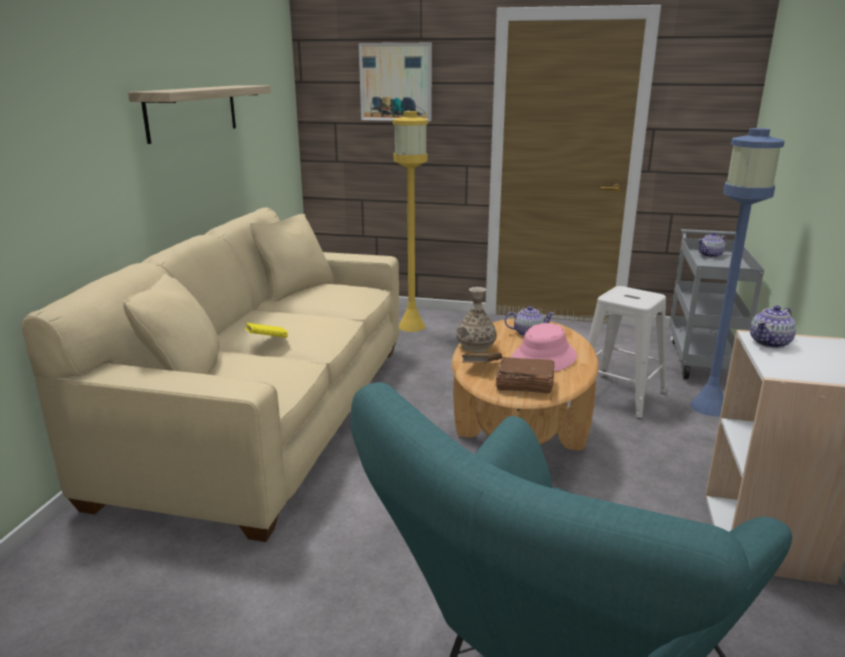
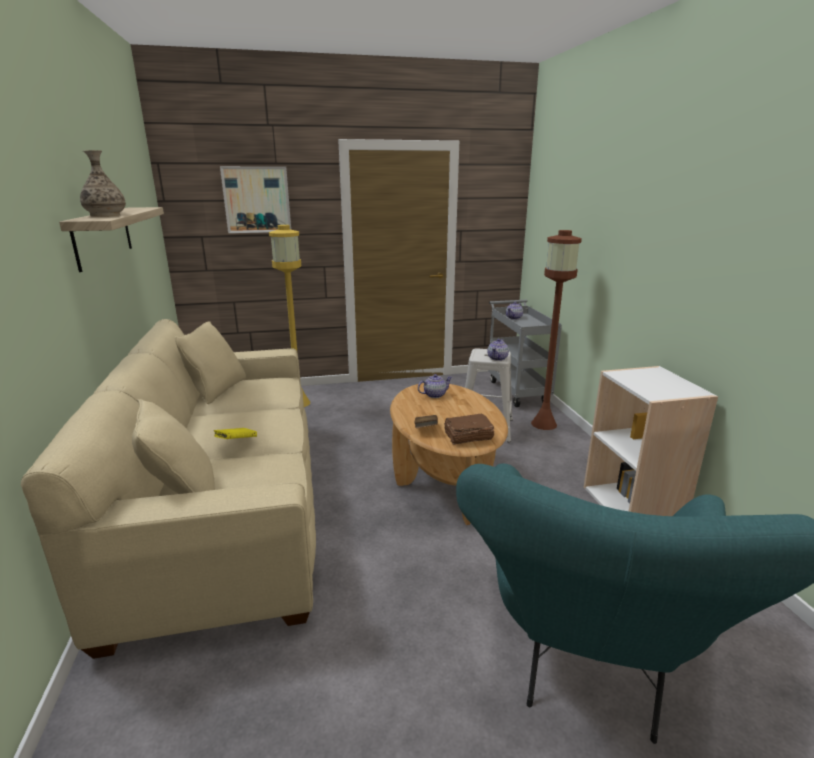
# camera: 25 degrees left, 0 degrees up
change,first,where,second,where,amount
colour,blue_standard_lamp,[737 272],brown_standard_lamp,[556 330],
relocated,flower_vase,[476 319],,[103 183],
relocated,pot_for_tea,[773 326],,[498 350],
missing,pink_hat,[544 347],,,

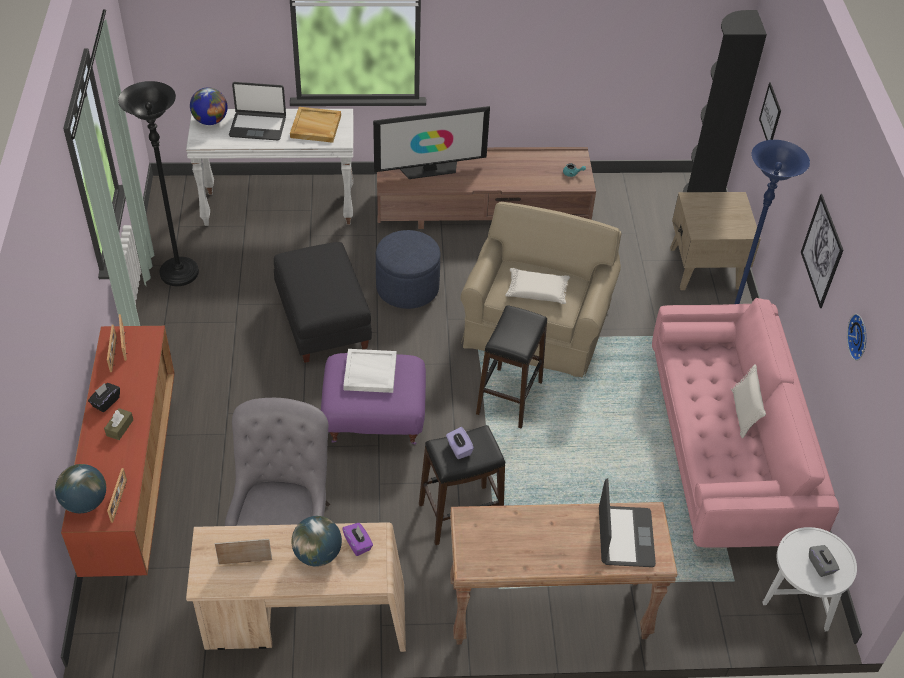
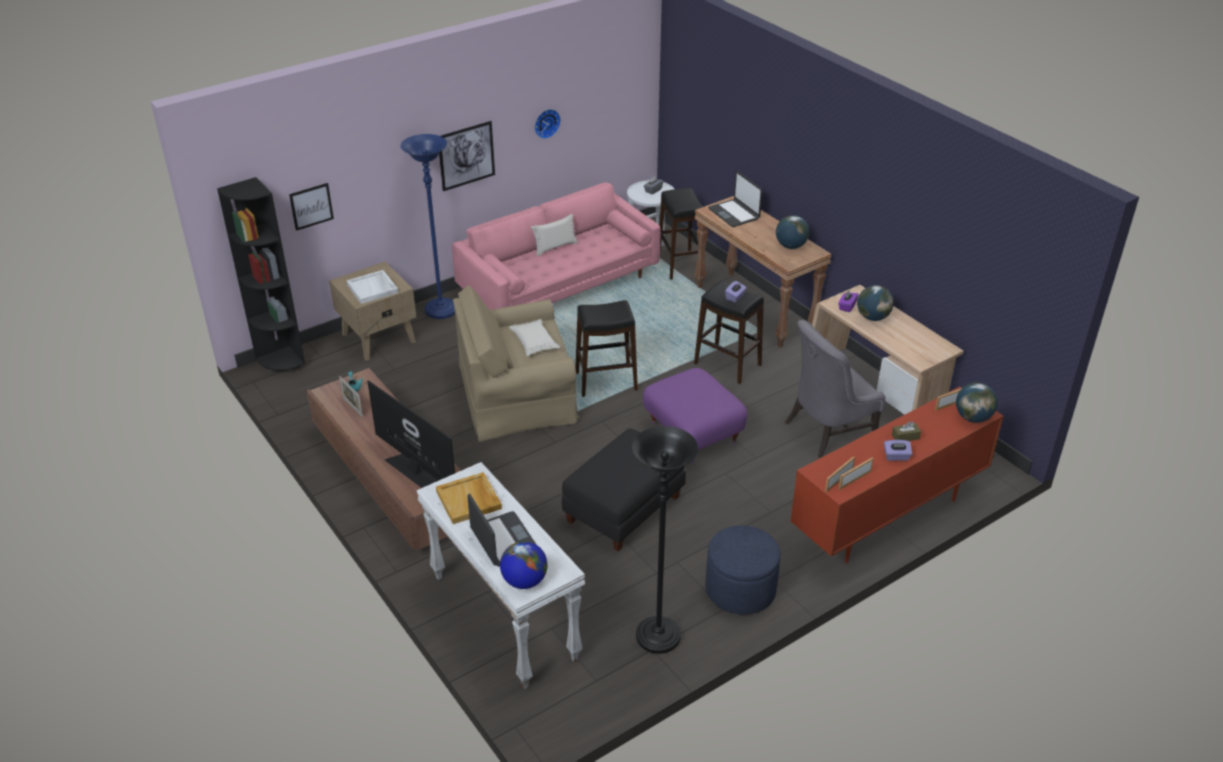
# camera: 120 degrees left, 10 degrees down
change,first,where,second,where,amount
relocated,blue_ottoman,[408 269],,[743 570],
relocated,white_carrying_tray,[370 371],,[372 287],
colour,black_box_of_tissues,[104 397],purple_box_of_tissues,[898 450],
spun,laptop,[627 522],,[735 199],90 degrees counterclockwise
relocated,standing_frame,[243 552],,[351 396],
appeared,,,black_stool_seat,[681 234],
appeared,,,desk_globe,[792 232],

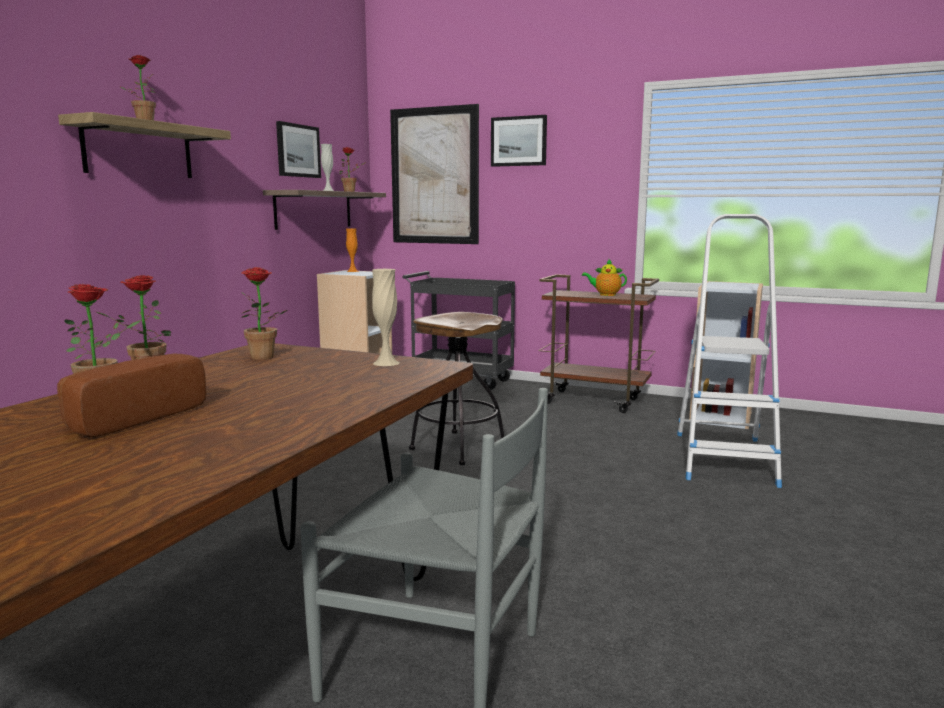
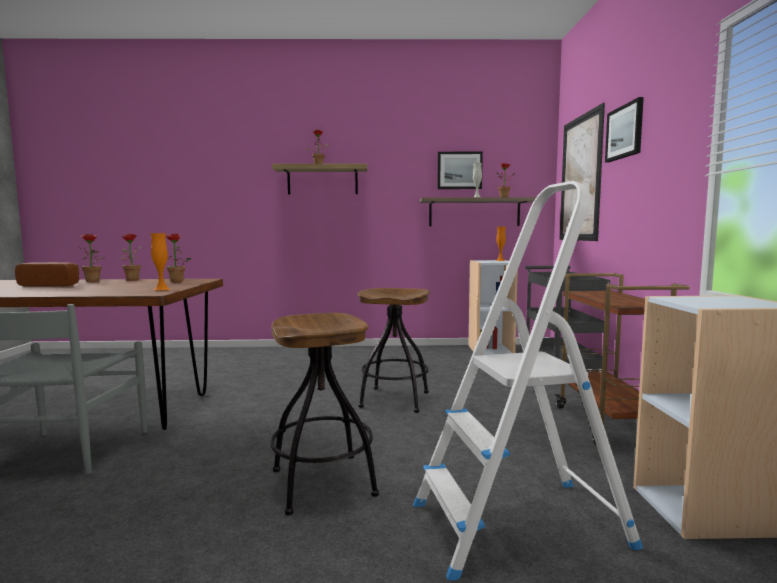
# camera: 65 degrees right, 5 degrees down
change,first,where,second,where,amount
missing,pot_for_tea,[604 277],,,
colour,beige_flower_vase,[386 317],orange_flower_vase,[160 261],
appeared,,,brown_stool_seat,[325 414],

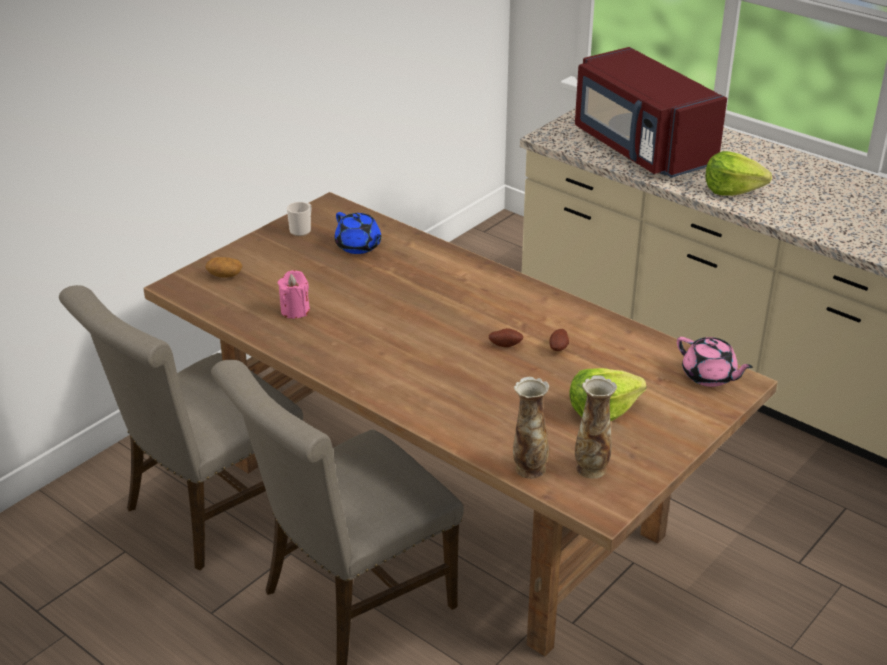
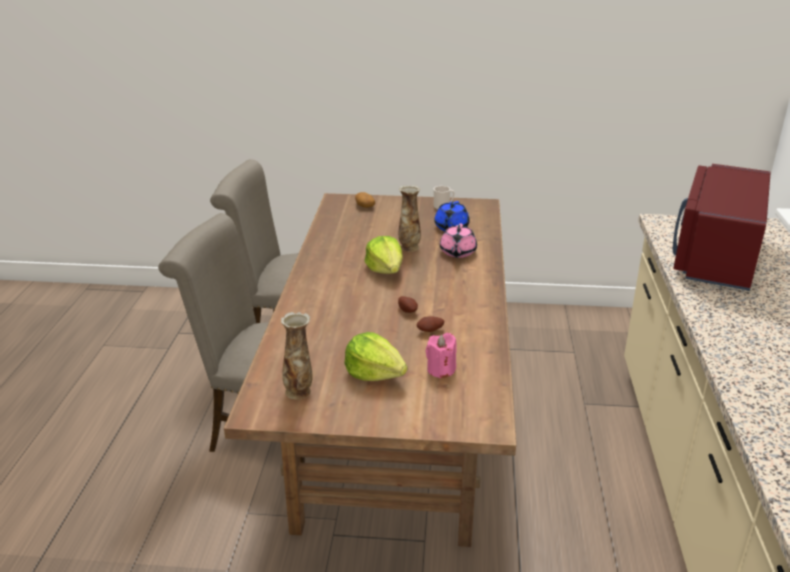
# camera: 55 degrees right, 5 degrees down
change,first,where,second,where,amount
relocated,head_of_lettuce,[739 173],,[384 255],
relocated,pink_candle,[294 294],,[441 355],
relocated,pink_pot_for_tea,[715 362],,[458 241],
relocated,flower_vase,[531 428],,[410 218],

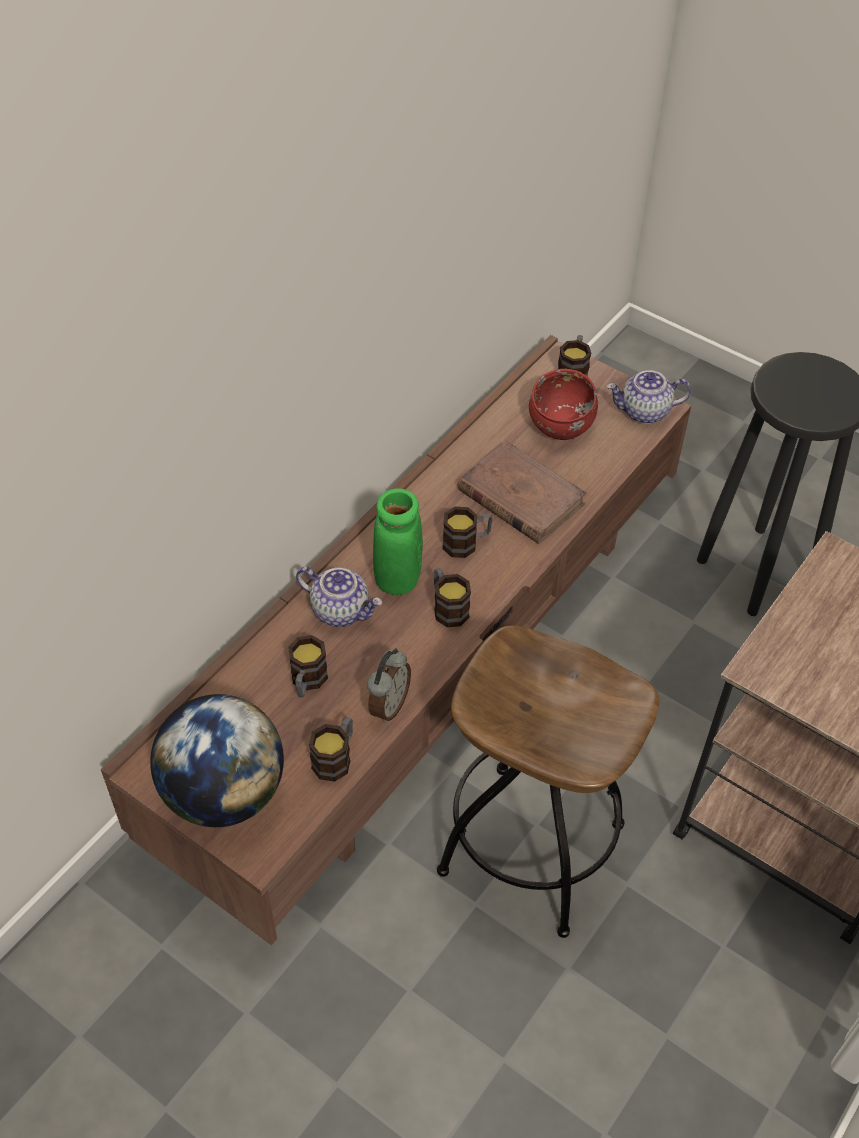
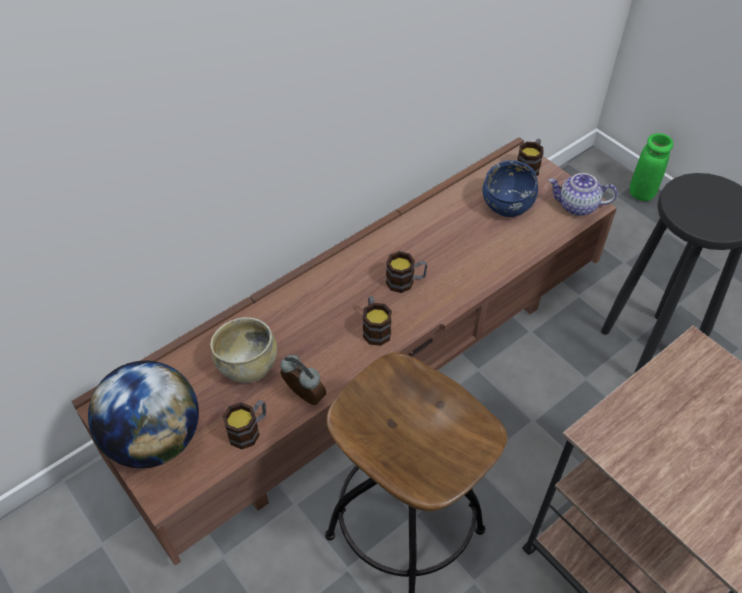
# camera: 15 degrees right, 0 degrees up
change,first,where,second,where,amount
colour,red-coloured_deep_dish,[563 404],blue_deep_dish,[510 188],
missing,brown_bound_book,[522 492],,,
relocated,green-coloured_flower_vase,[398 541],,[651 167],
missing,pot_for_tea,[339 597],,,
exchanged,mug,[308 666],beige_deep_dish,[243 350],
spun,table_clock,[389 685],,[303 380],90 degrees counterclockwise

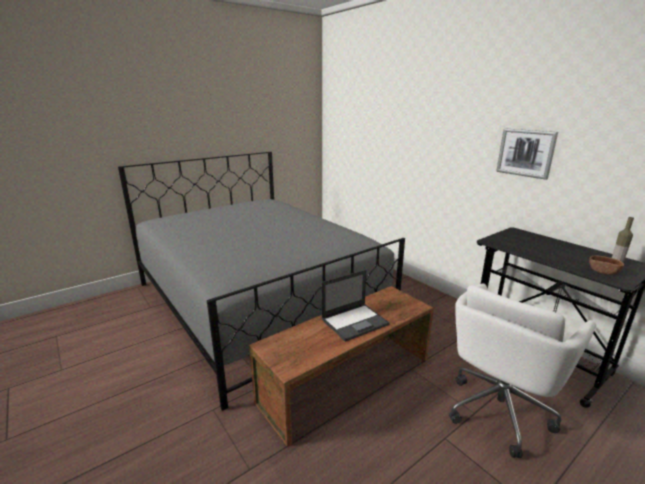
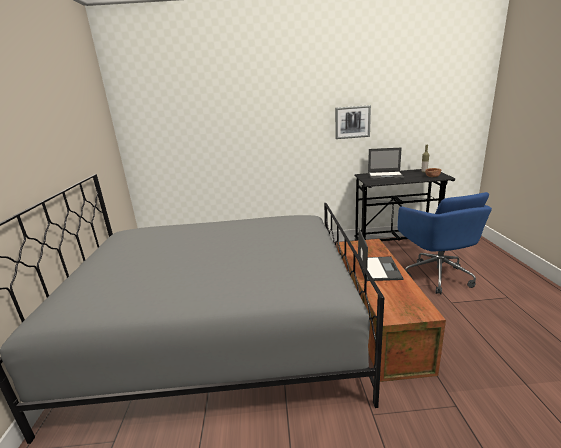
# camera: 55 degrees left, 0 degrees up
change,first,where,second,where,amount
colour,white_computer_chair,[522 370],blue_computer_chair,[444 243],
appeared,,,laptop,[386 163],

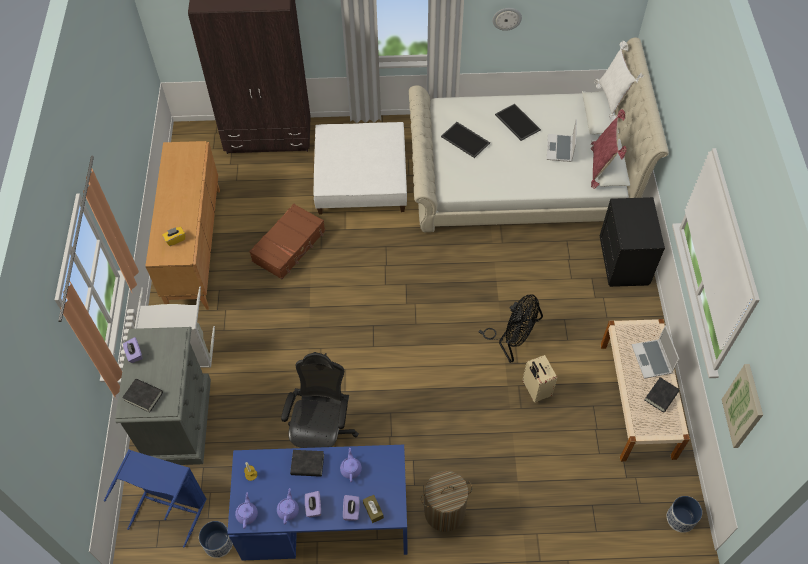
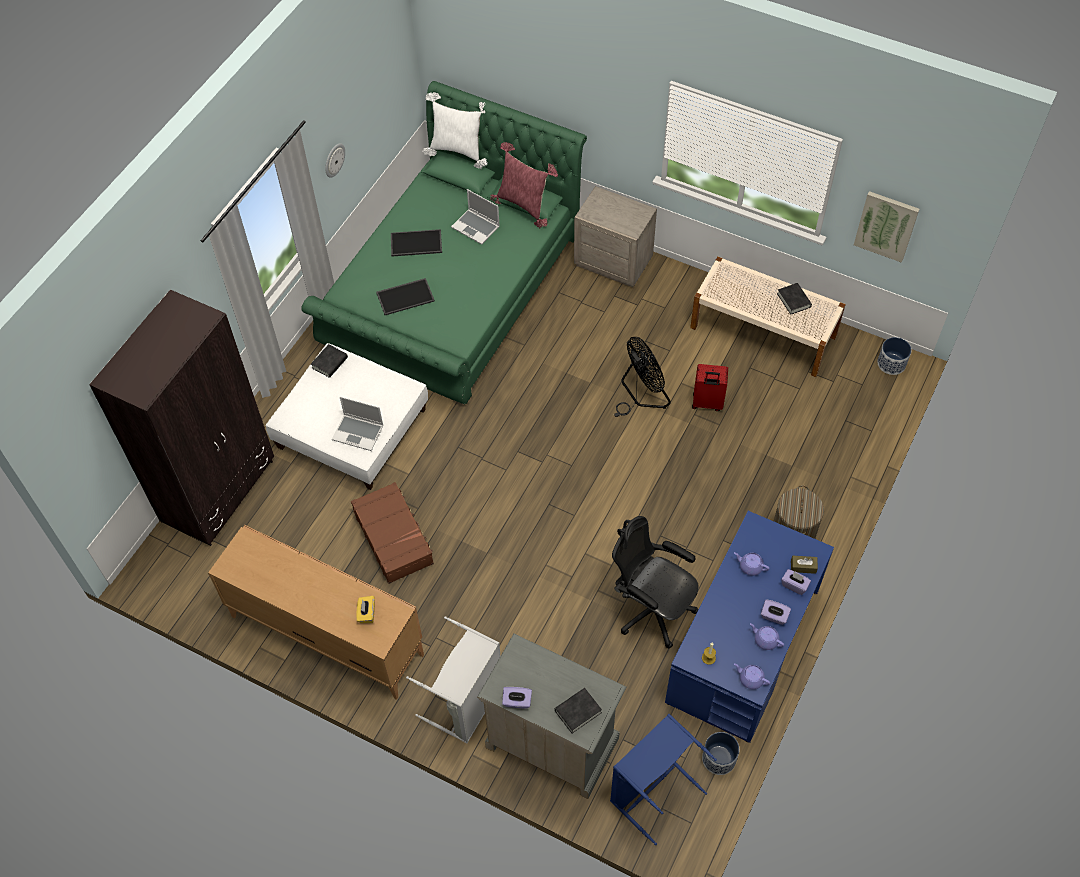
# camera: 60 degrees left, 0 degrees up
change,first,where,second,where,amount
colour,beige_sleeping_bed,[539 135],green-coloured_sleeping_bed,[444 242],
colour,black_night_table,[632 242],beige_night_table,[615 237],
relocated,laptop,[655 352],,[358 424],
colour,beige_travel_case,[540 378],red-coloured_travel_case,[710 387],
relocated,black_bound_book,[307 463],,[329 361],

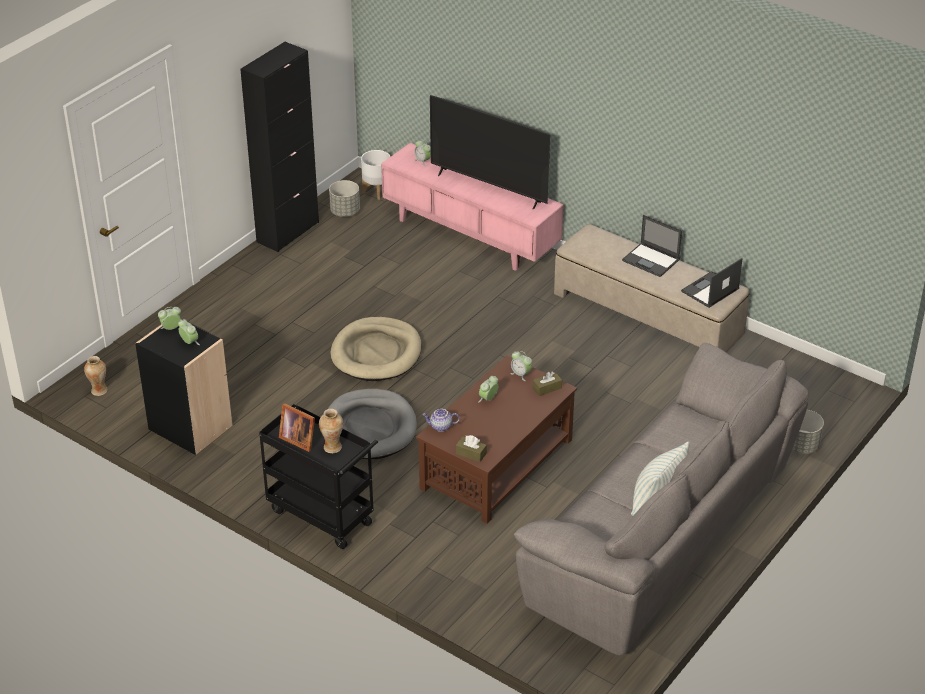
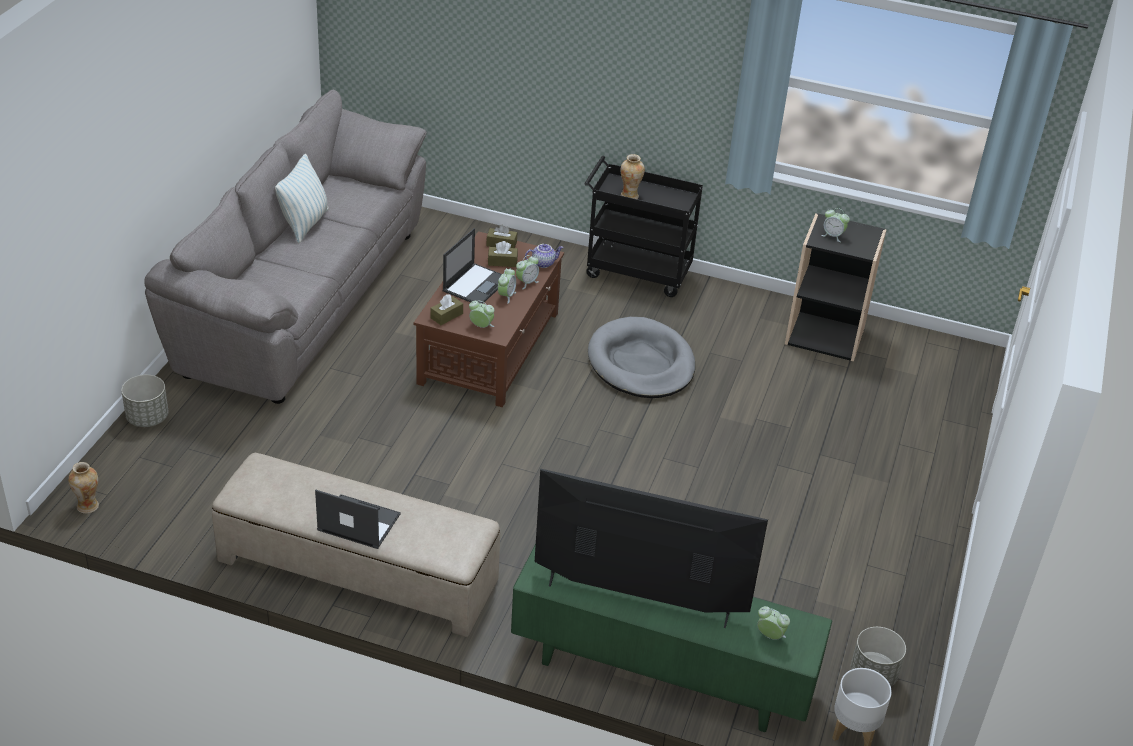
# camera: 160 degrees right, 0 degrees up
change,first,where,second,where,amount
missing,black_cabinet,[279 147],,,
colour,pink_media_console,[472 207],green-coloured_media_console,[671 637],
relocated,laptop,[712 283],,[472 265],
relocated,table_clock,[169 318],,[527 272],
missing,beige_pet_bed,[376 349],,,
relocated,flower_vase,[96 376],,[83 488],
missing,standing_frame,[297 427],,,
appeared,,,brown_box_of_tissues,[503 254],

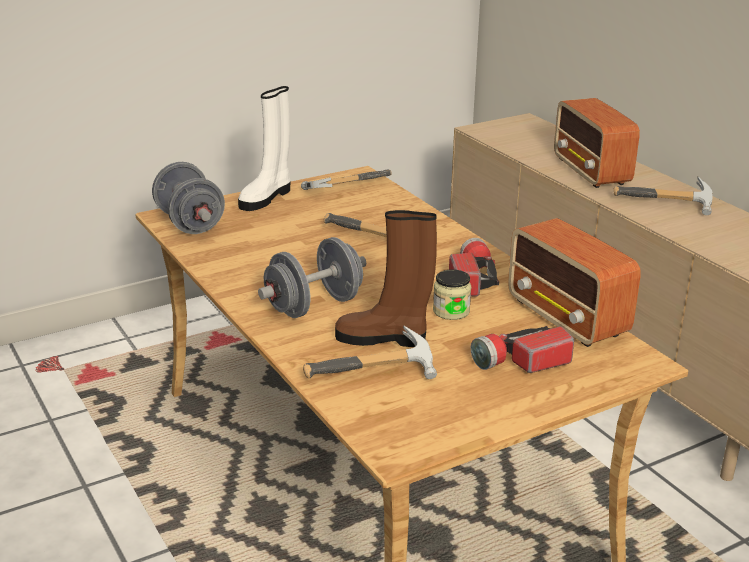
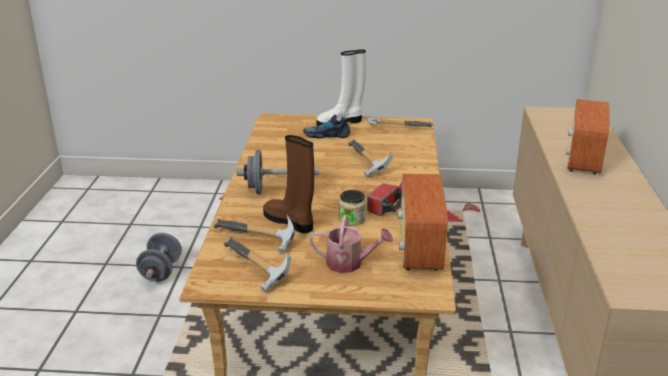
# camera: 35 degrees right, 0 degrees up
change,first,where,second,where,amount
relocated,grey_dumbbell,[188 198],,[159 257],
relocated,hand_hammer,[663 196],,[257 265],
exchanged,flashlight,[522 349],watering_pot,[351 244],
appeared,,,shoe,[326 126],

